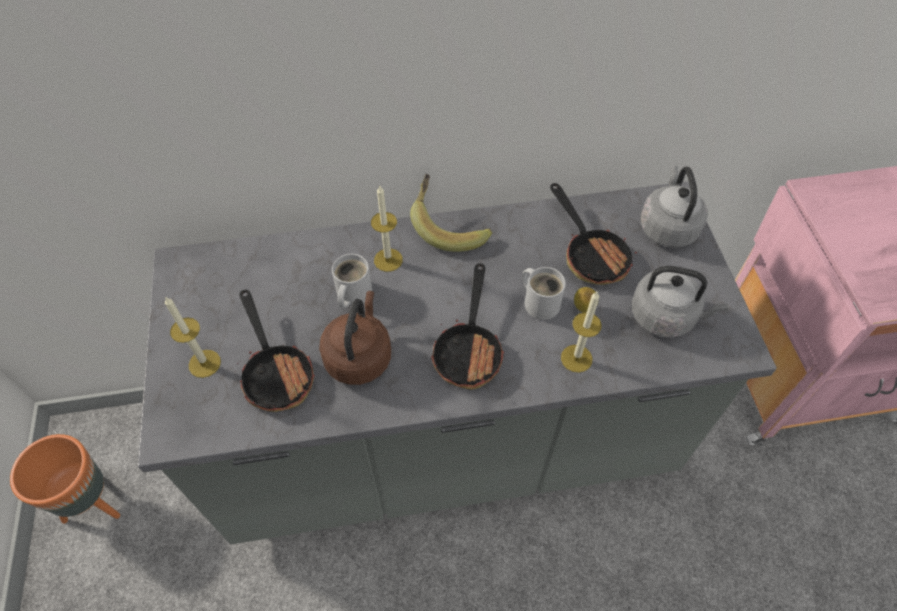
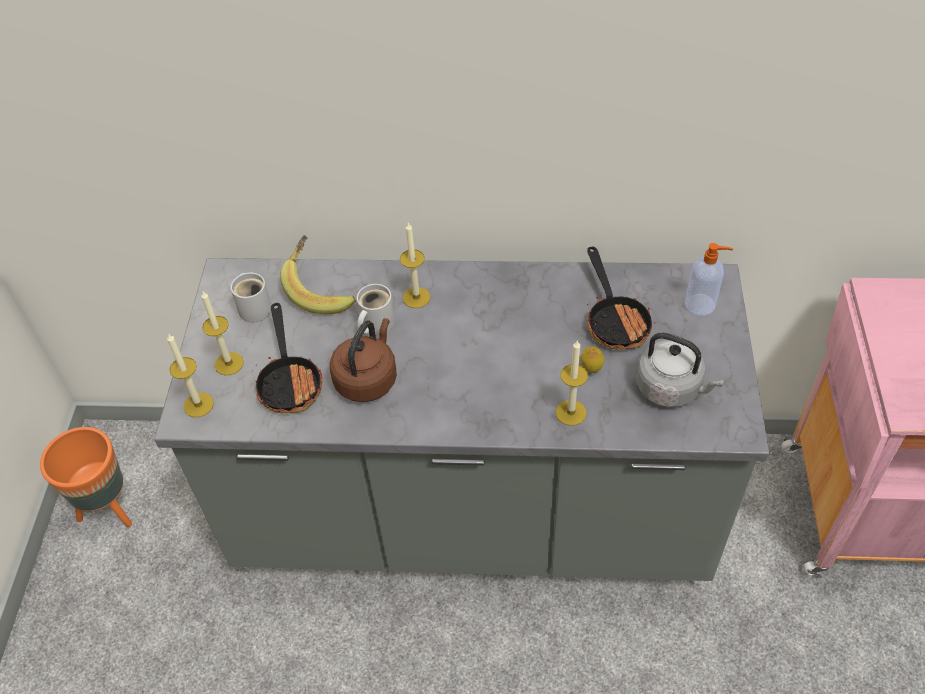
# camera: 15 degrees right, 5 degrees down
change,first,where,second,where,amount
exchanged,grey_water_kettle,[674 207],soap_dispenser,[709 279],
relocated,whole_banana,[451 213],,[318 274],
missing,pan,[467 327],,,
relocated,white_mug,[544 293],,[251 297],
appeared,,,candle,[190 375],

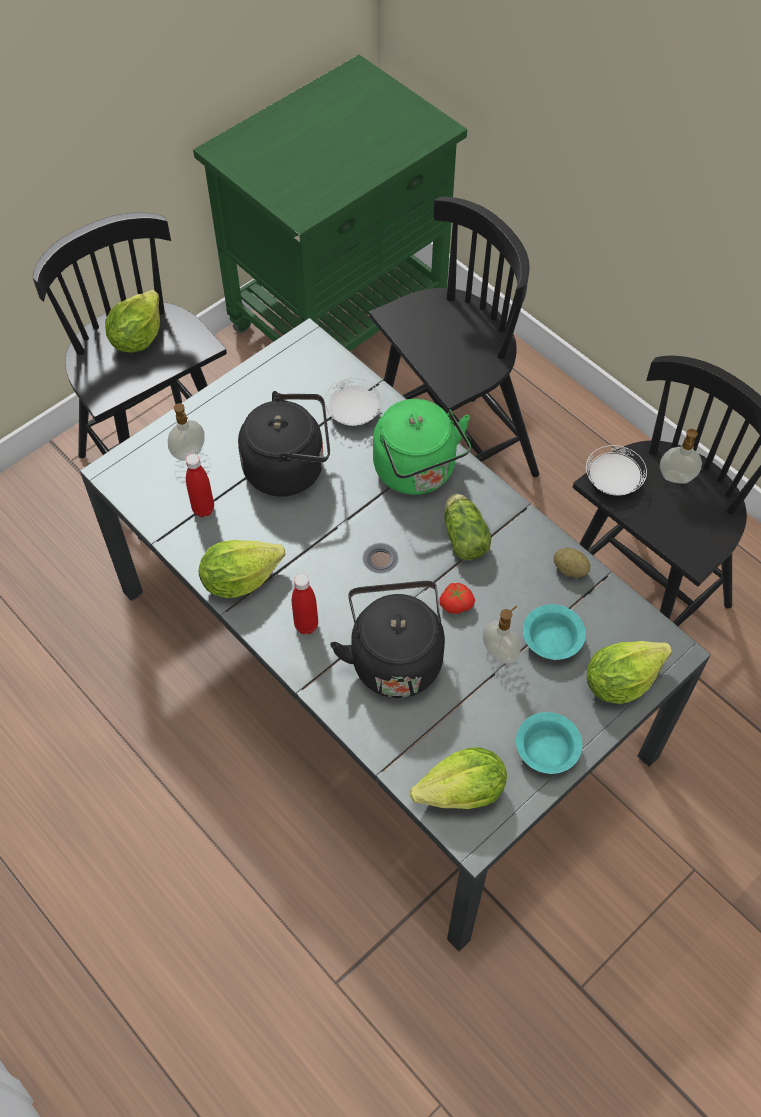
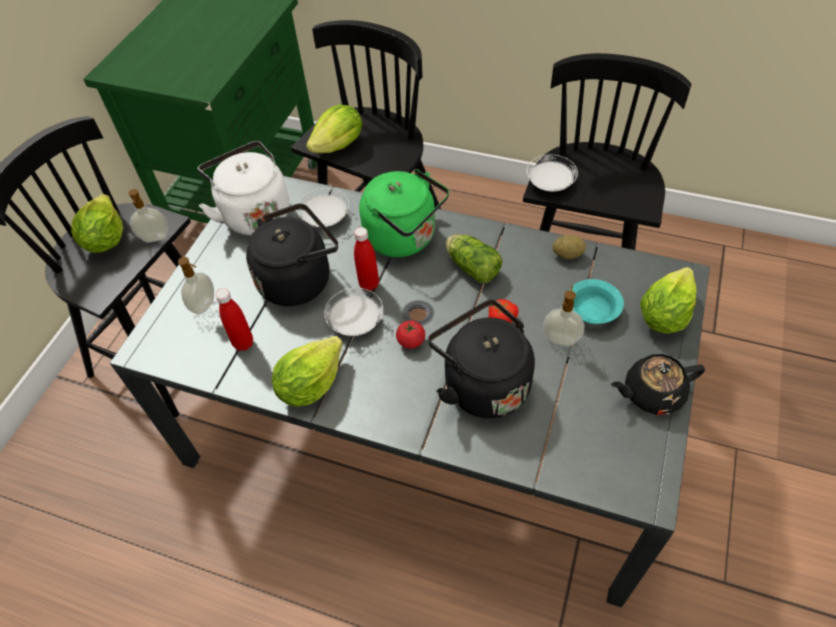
# camera: 25 degrees left, 5 degrees down
change,first,where,second,where,amount
relocated,soap_dispenser,[681 456],,[148 215],
relocated,red-coloured_beverage_bottle,[305 604],,[366 259],
exchanged,turquoise-coloured_deep_dish,[549 743],black_pot_for_tea,[658 384],
relocated,head_of_lettuce,[458 778],,[334 128],
appeared,,,white_water_kettle,[243 188],
appeared,,,white_dinner_plate,[353 312],
appeared,,,tomato,[410 334],

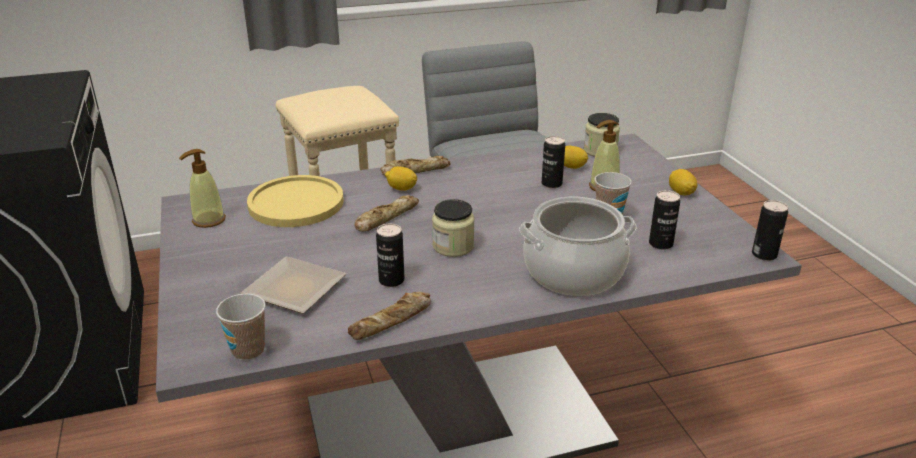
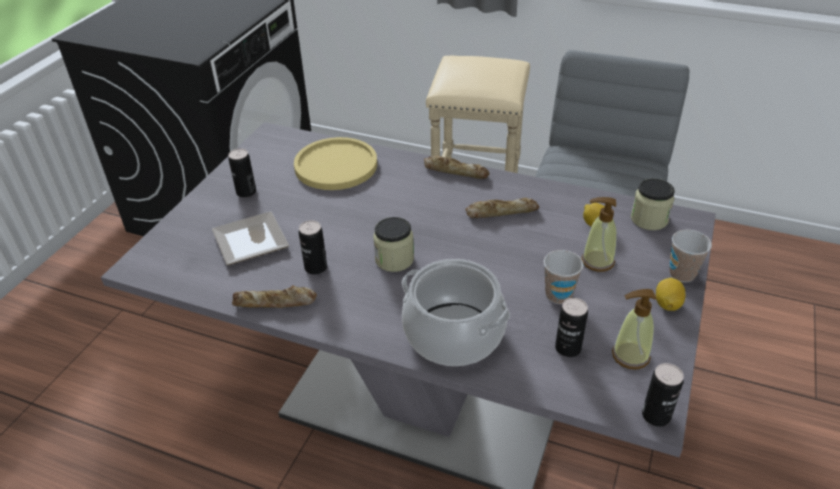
# camera: 40 degrees right, 10 degrees up
change,first,where,second,where,amount
relocated,can,[553 162],,[242 173],
relocated,soap_dispenser,[202 188],,[634 329],
missing,citrus_fruit,[401 178],,,
relocated,bakery_bread,[386 213],,[502 208],
relocated,small_cup,[241 327],,[691 256],

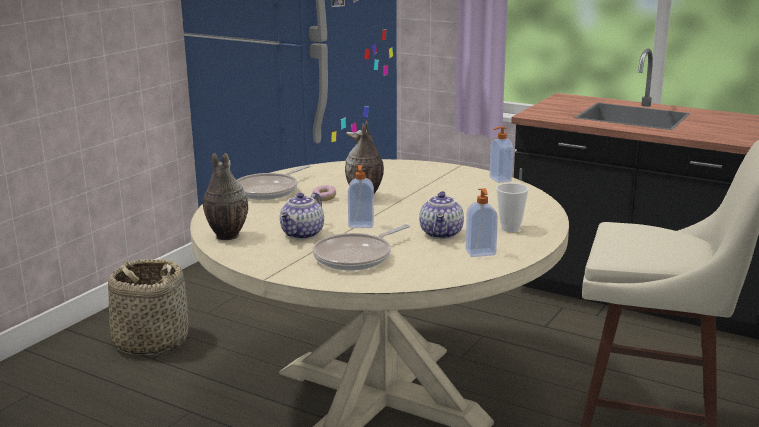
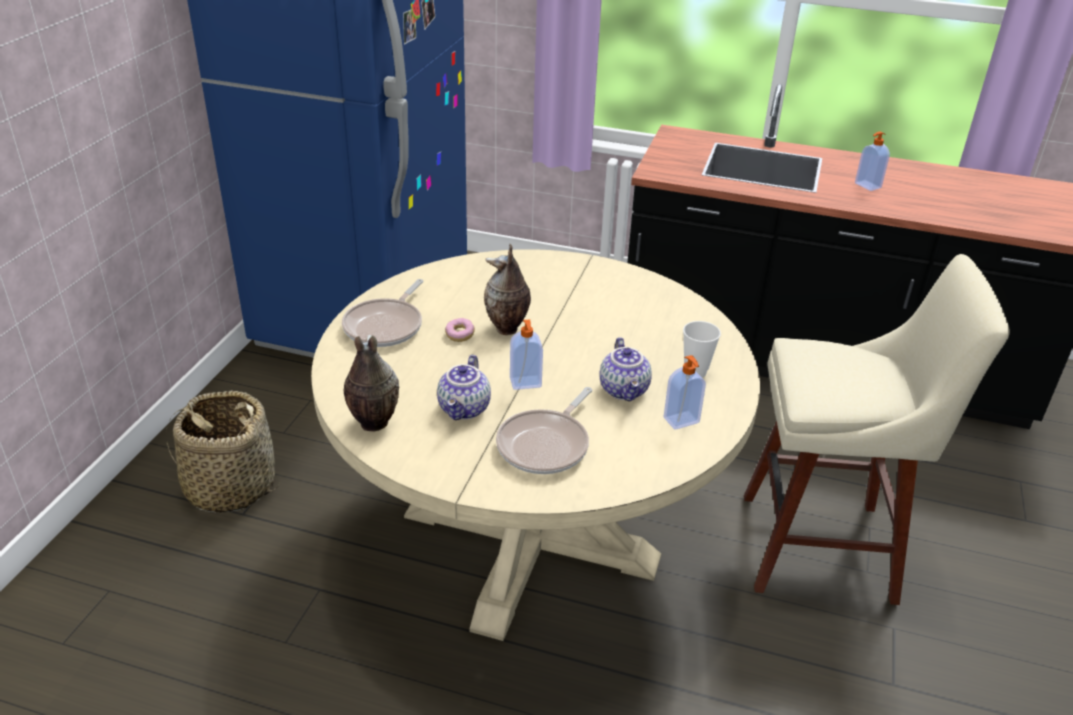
# camera: 15 degrees left, 15 degrees up
change,first,where,second,where,amount
relocated,soap_dispenser,[501 154],,[872 161],

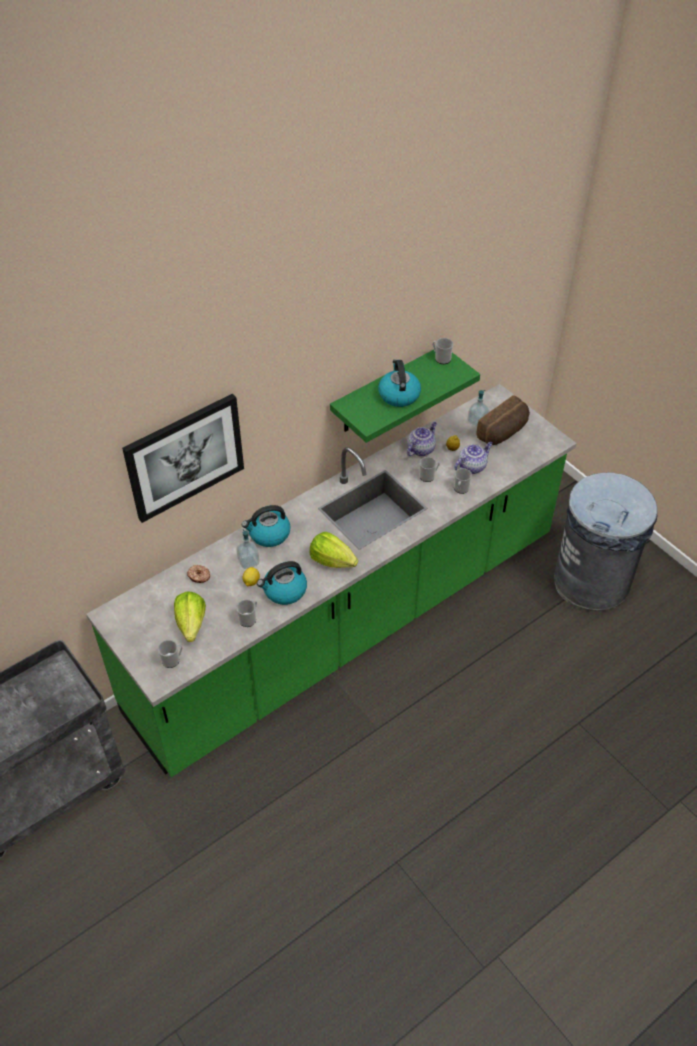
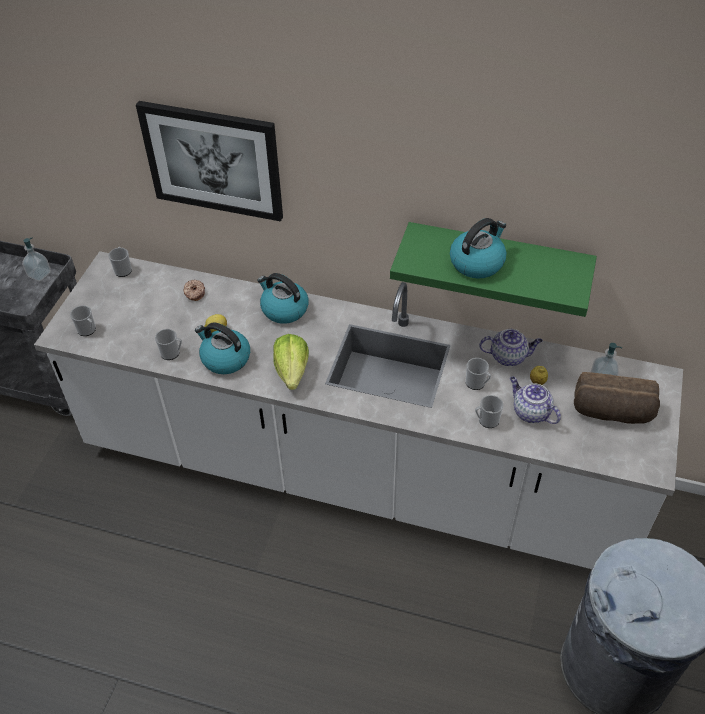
# camera: 55 degrees right, 0 degrees up
change,first,where,second,where,amount
relocated,mug,[443 351],,[120 262],
colour,green-coloured_kitchen_counter,[331 580],white_kitchen_counter,[358 410],
spun,pot_for_tea,[473 458],,[535 400],150 degrees counterclockwise
relocated,soap_dispenser,[248 549],,[36 259],
missing,head_of_lettuce,[190 616],,,

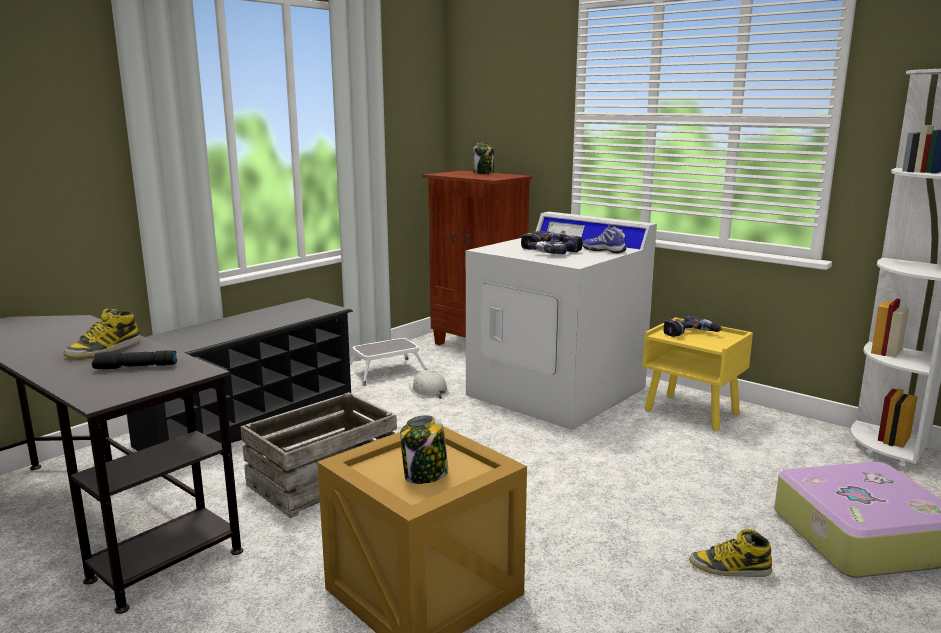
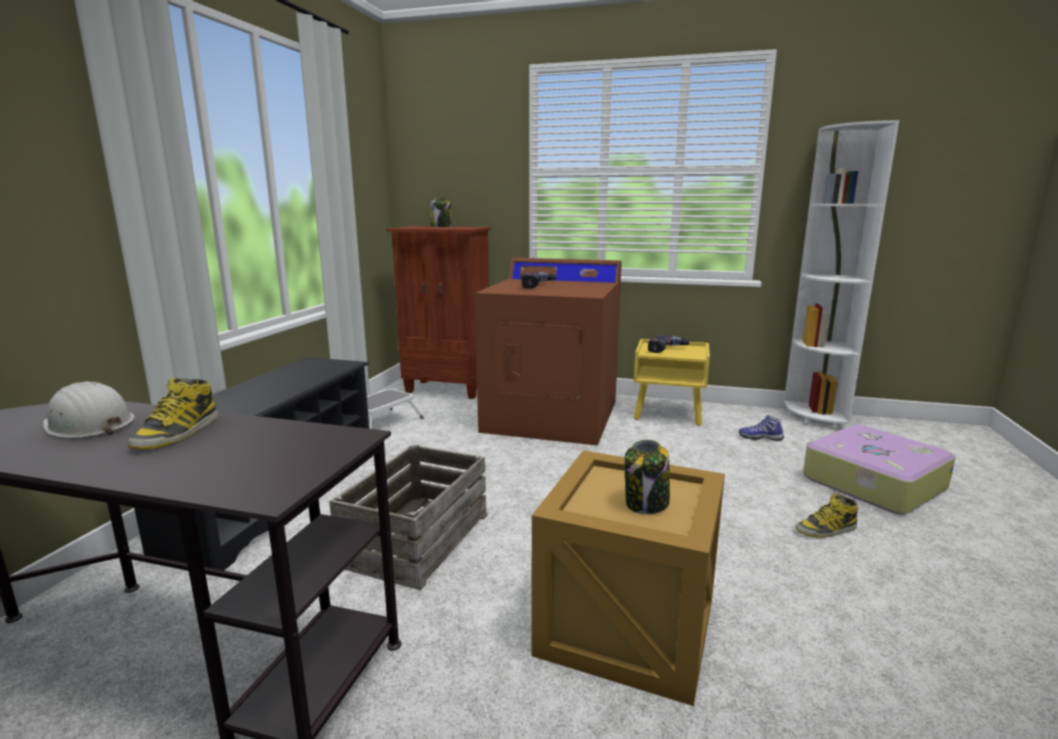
# camera: 25 degrees left, 0 degrees up
change,first,where,second,where,amount
colour,white_laundry_appliance,[561 321],brown_laundry_appliance,[548 352],
relocated,shoe,[604 239],,[761 428],
missing,power_drill,[555 245],,,
missing,black_flashlight,[134 359],,,
relocated,white_safety_helmet,[429 384],,[89 410],

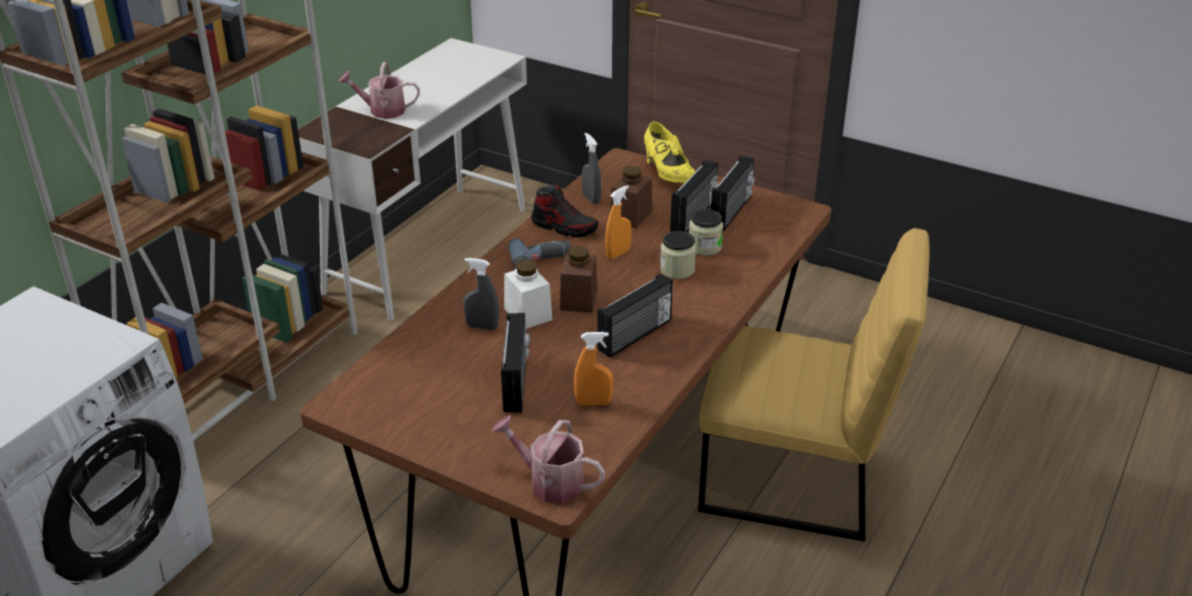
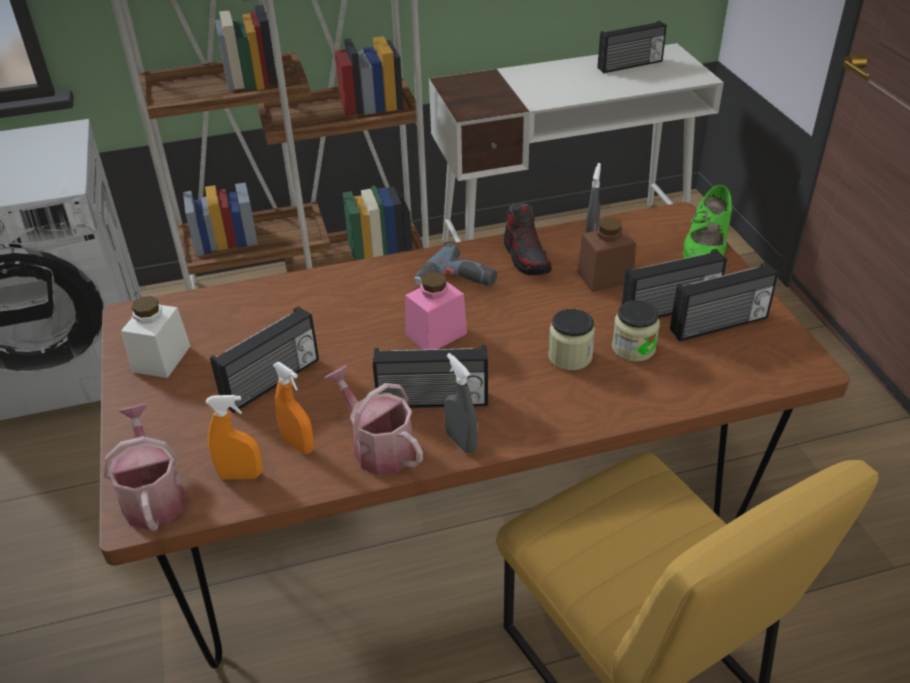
# camera: 45 degrees right, 5 degrees up
change,first,where,second,where,amount
relocated,watering_pot,[379 90],,[373 420],
colour,yellow-coloured_shoe,[669 152],green-coloured_shoe,[707 221],
relocated,orange_sprayer,[618 222],,[233 437],
colour,brown_preserve_jar,[578 279],pink_preserve_jar,[436 311],
relocated,grey_sprayer,[481 294],,[461 403],
relocated,white_preserve_jar,[528 294],,[155 337],
appeared,,,radio,[632 47],

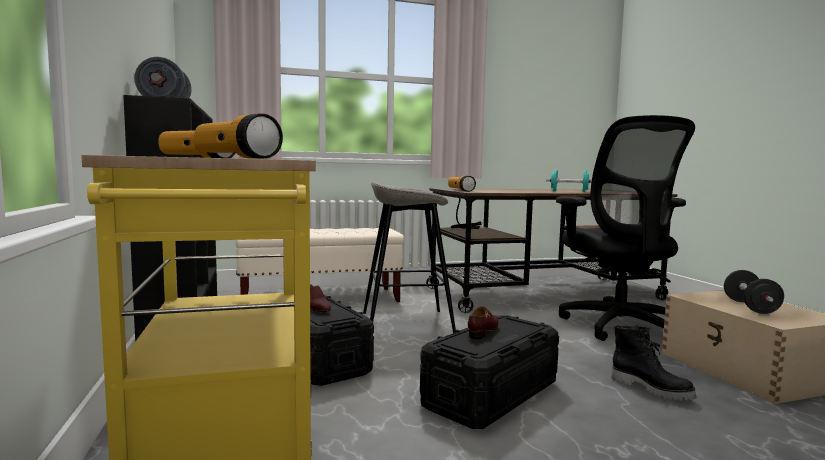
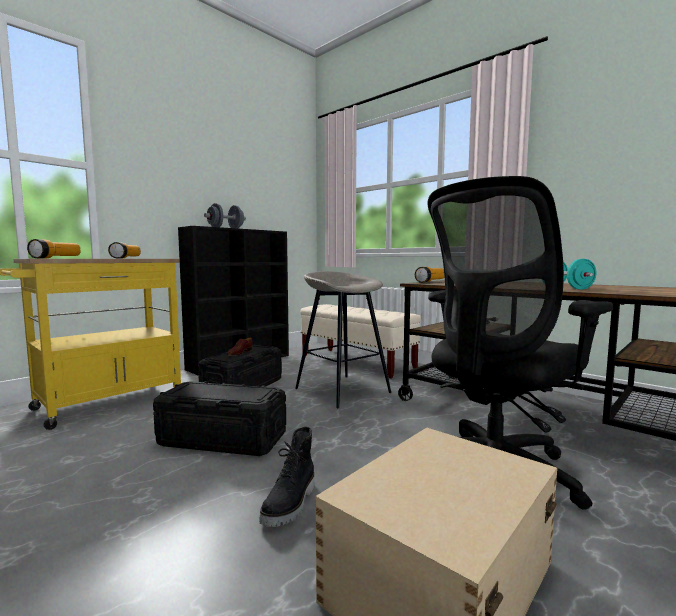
# camera: 60 degrees right, 0 degrees up
change,first,where,second,where,amount
missing,black_dumbbell,[754 292],,,
missing,brown_shoe,[483 322],,,

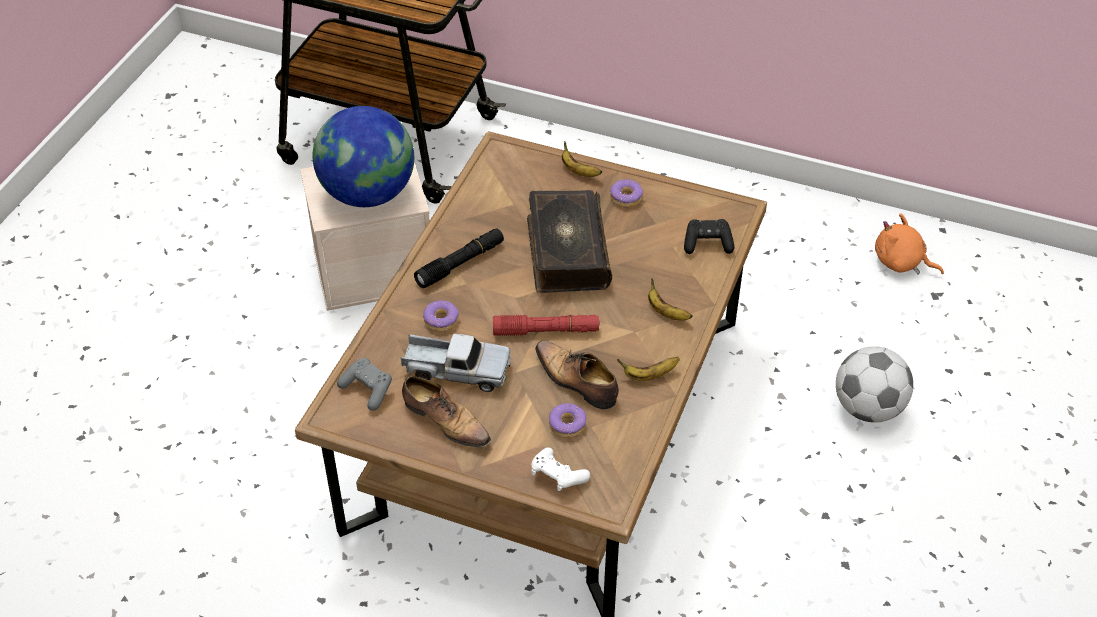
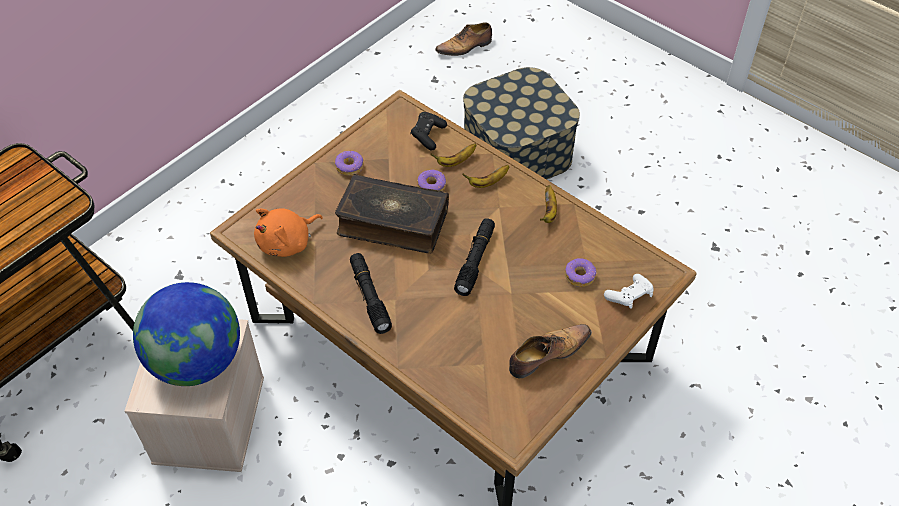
# camera: 70 degrees left, 5 degrees up
change,first,where,second,where,amount
relocated,whole_banana,[582 159],,[453 155],
relocated,orange_plush_toy,[909 243],,[288 233],
relocated,ring_doughnut,[441 316],,[431 180],
colour,red-coloured_flashlight,[546 325],black_flashlight,[474 257],
missing,model_truck,[456 363],,,
relocated,shoe,[577 375],,[463 39],
exchanged,ball_for_football,[874 384],storage_box,[521 123],
missing,grey_game_controller,[364 384],,,

